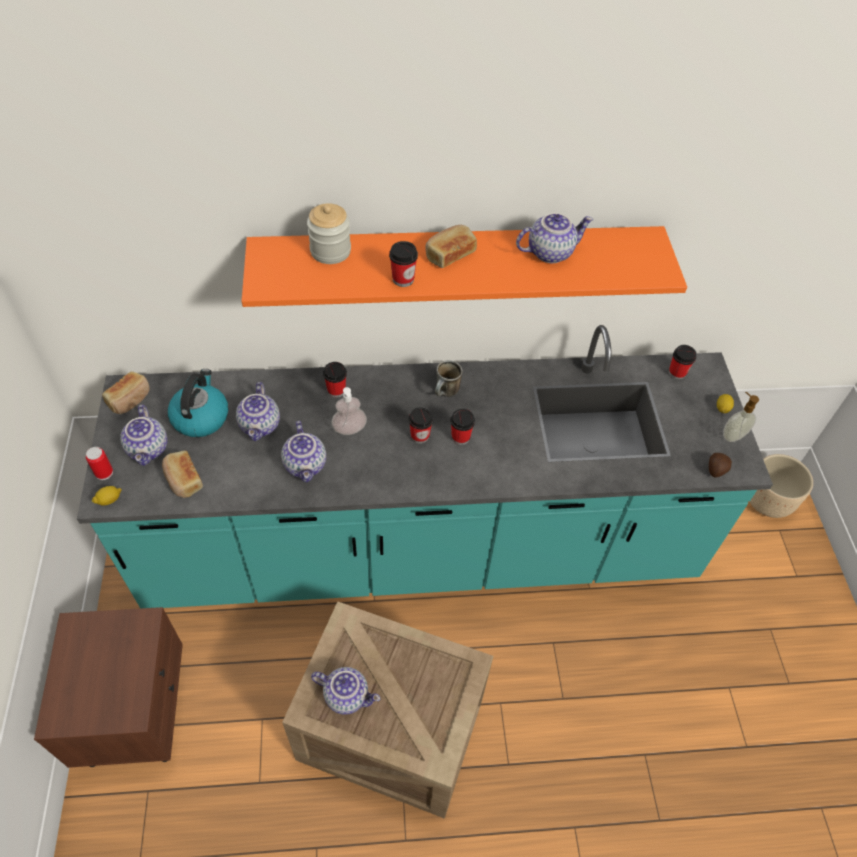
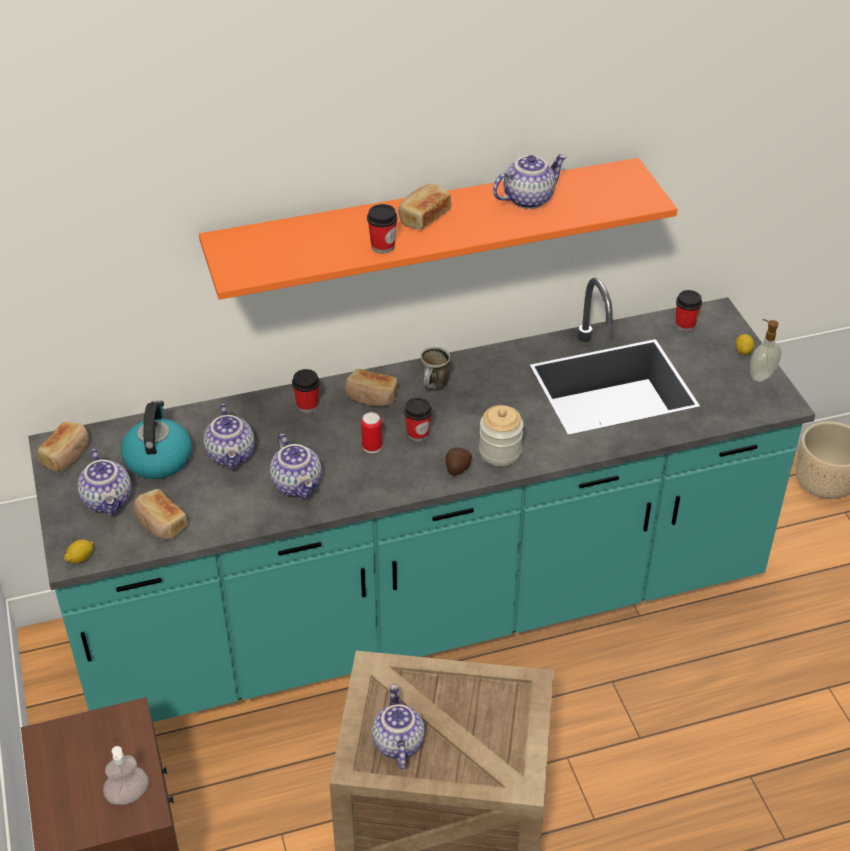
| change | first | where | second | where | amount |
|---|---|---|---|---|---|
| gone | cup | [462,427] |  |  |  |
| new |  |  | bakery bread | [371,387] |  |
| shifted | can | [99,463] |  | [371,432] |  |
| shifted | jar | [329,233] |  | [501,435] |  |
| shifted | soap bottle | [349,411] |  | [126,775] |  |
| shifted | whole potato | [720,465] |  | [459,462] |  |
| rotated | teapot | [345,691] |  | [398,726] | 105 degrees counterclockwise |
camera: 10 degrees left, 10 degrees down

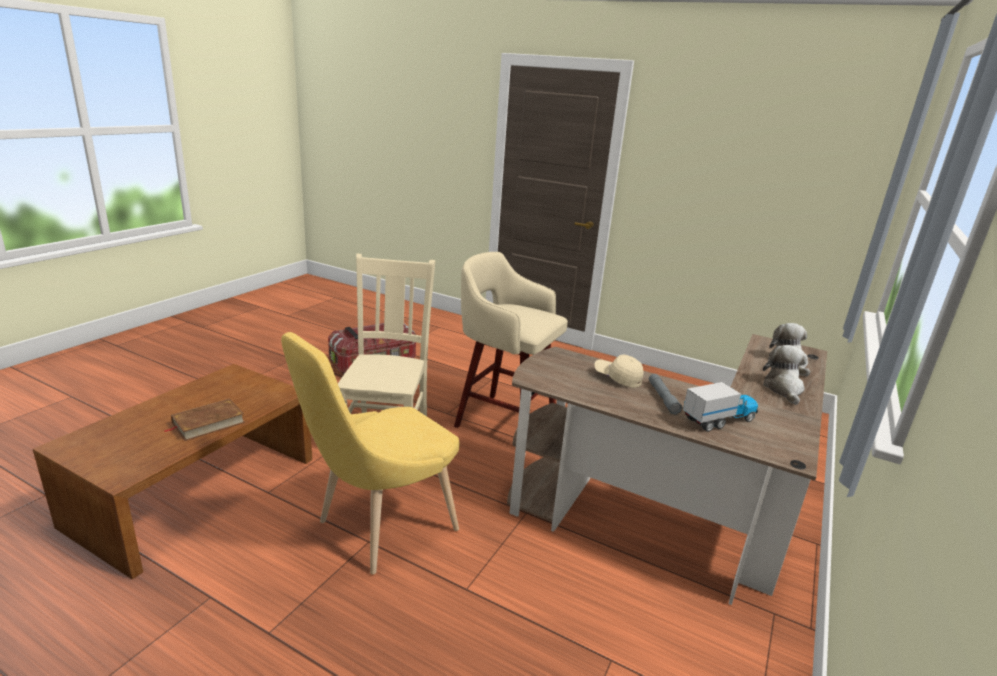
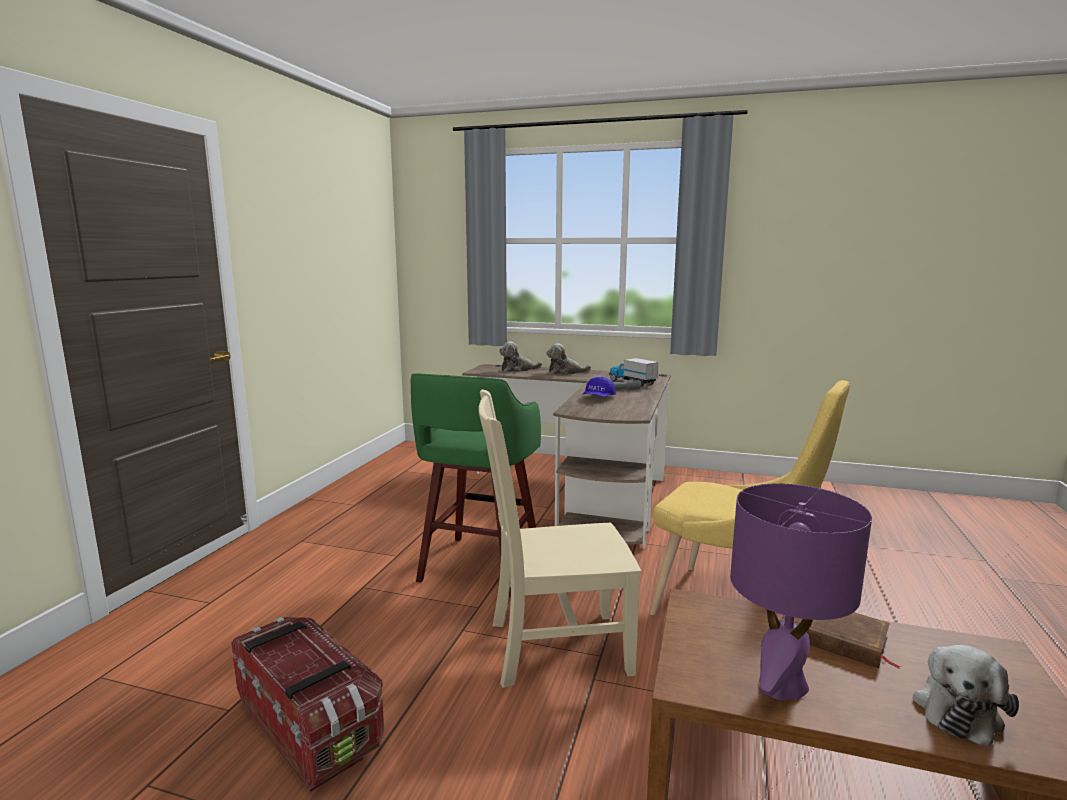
| change | first | where | second | where | amount |
|---|---|---|---|---|---|
| new |  |  | table lamp/purple | [801,591] |  |
| new |  |  | plush toy | [966,696] |  |
| repainted | stool seat/sand-coloured | [511,340] | stool seat/greenish | [475,485] |  |
| repainted | cap/sand-coloured | [619,371] | cap/blue | [599,387] |  |
camera: 100 degrees left, 10 degrees down

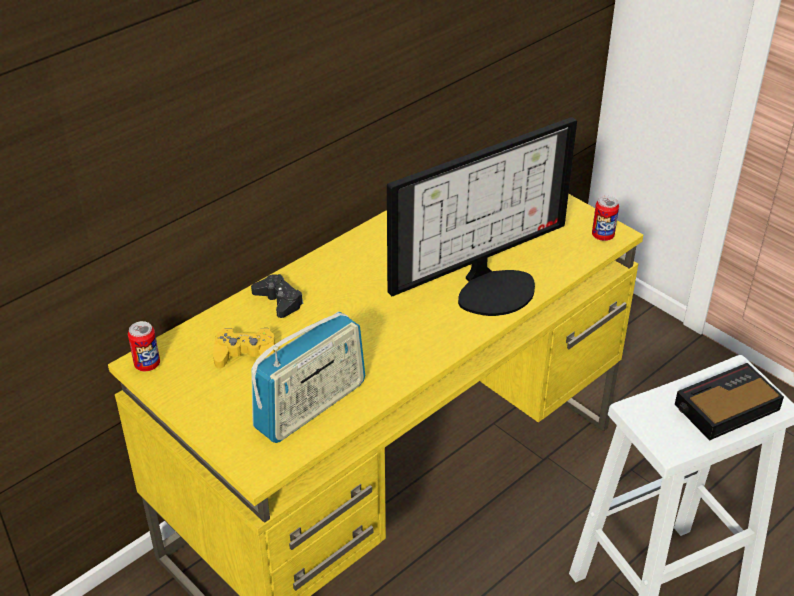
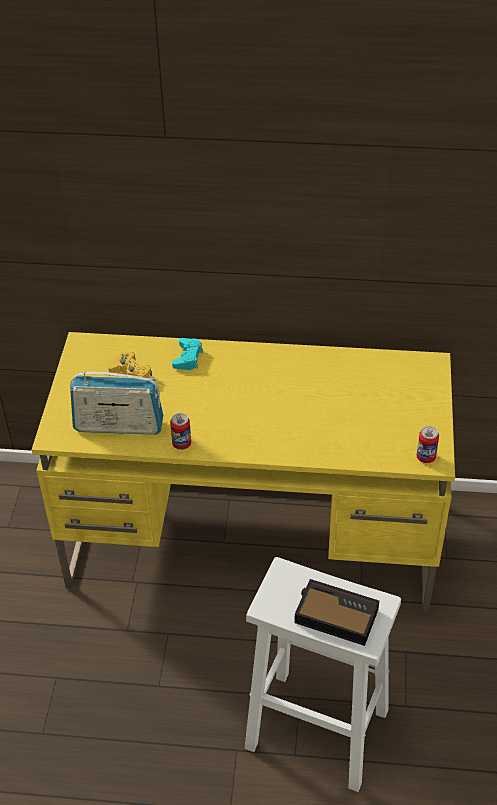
| change | first | where | second | where | amount |
|---|---|---|---|---|---|
| gone | computer display | [482,216] |  |  |  |
| shifted | can | [144,346] |  | [180,431] |  |
| repainted | game controller/black | [277,296] | game controller/blue-green | [187,354] |  |
camera: 50 degrees right, 5 degrees up

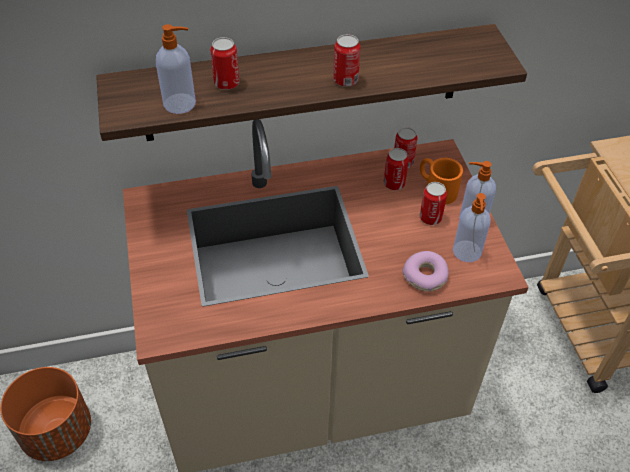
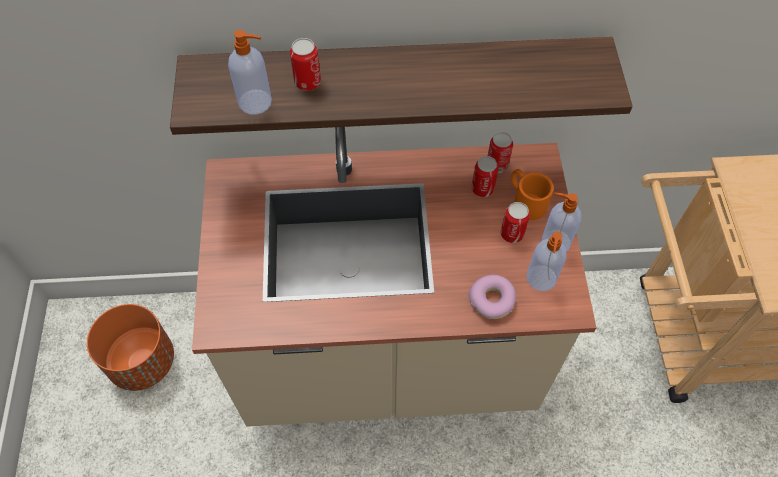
| change | first | where | second | where | amount |
|---|---|---|---|---|---|
| gone | can | [346,60] |  |  |  |
camera: 10 degrees right, 10 degrees up

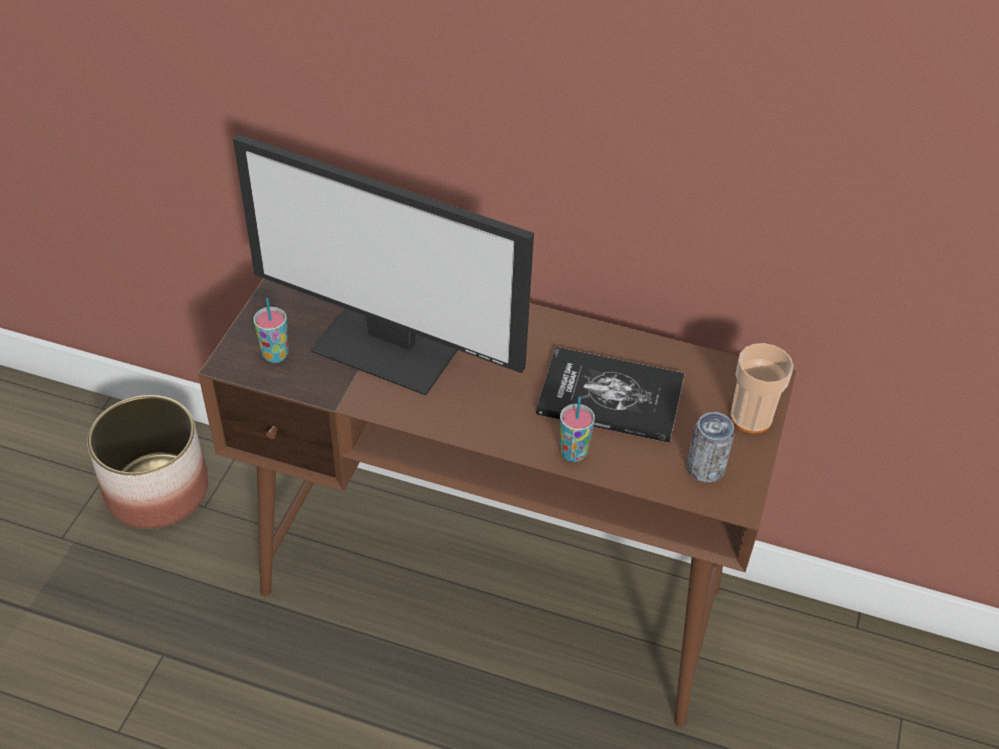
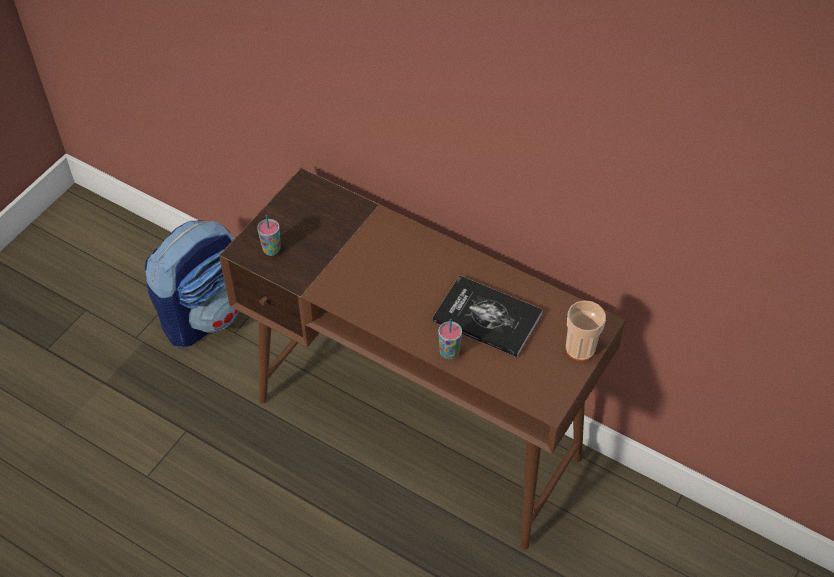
| change | first | where | second | where | amount |
|---|---|---|---|---|---|
| gone | computer display | [383,264] |  |  |  |
| gone | can | [710,447] |  |  |  |
| swapped | flower pot | [147,462] | knapsack | [192,283] |  |
camera: 15 degrees right, 5 degrees up

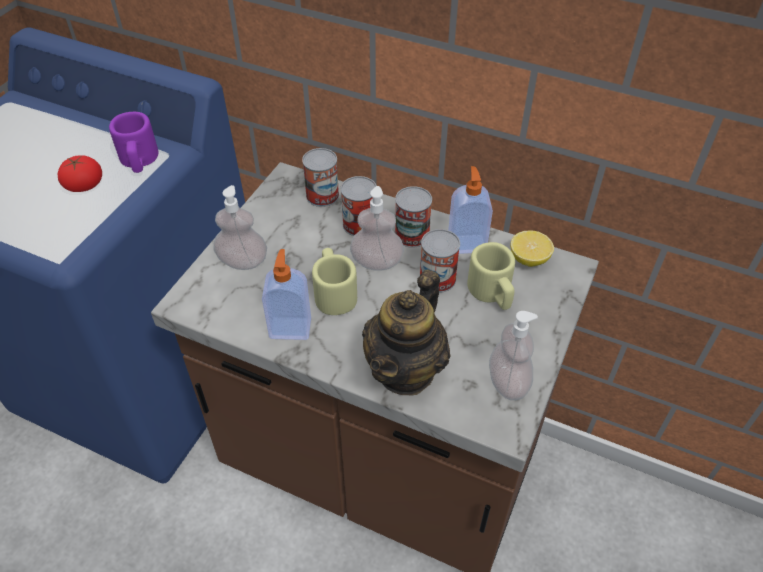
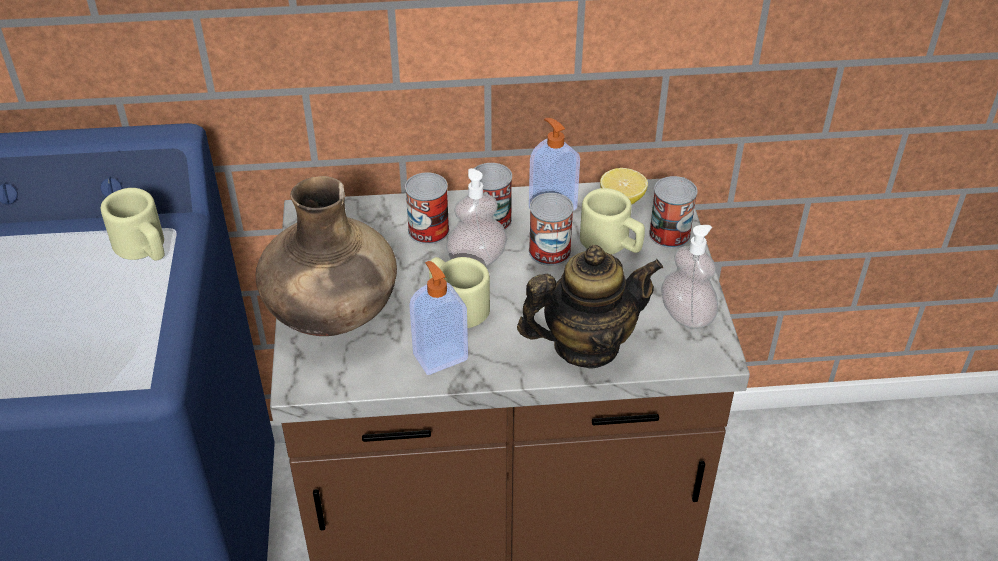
| change | first | where | second | where | amount |
|---|---|---|---|---|---|
| gone | whole tomato | [79,173] |  |  |  |
| shifted | can | [320,177] |  | [673,212] |  |
| swapped | soap bottle | [240,227] | decorative vase/brown-coloured | [326,256] |  |
| repainted | coffee mug/purple | [134,142] | coffee mug/sand-coloured | [133,224] |  |
| rotated | teapot | [406,332] |  | [590,307] | 105 degrees counterclockwise |
camera: 30 degrees left, 5 degrees down

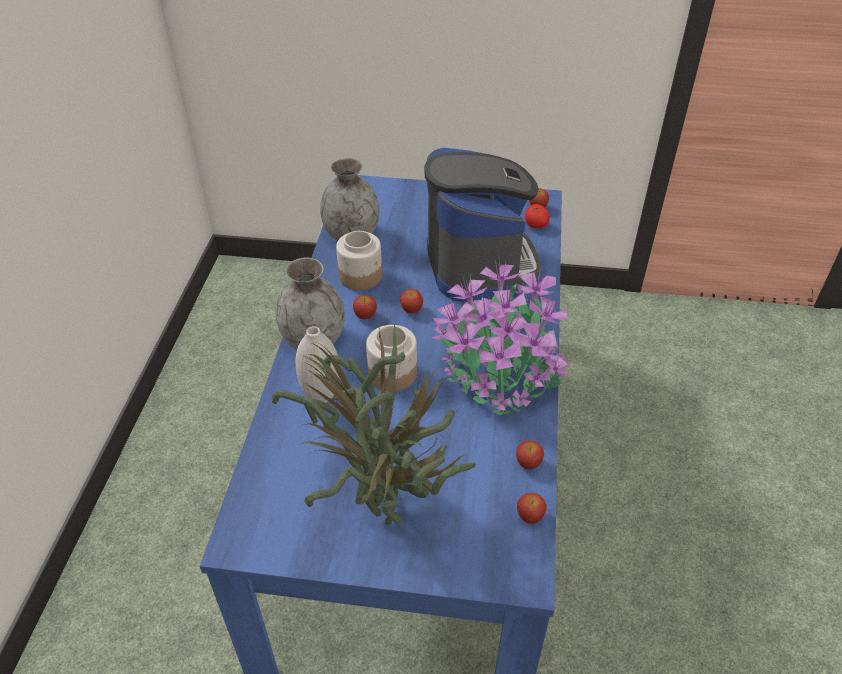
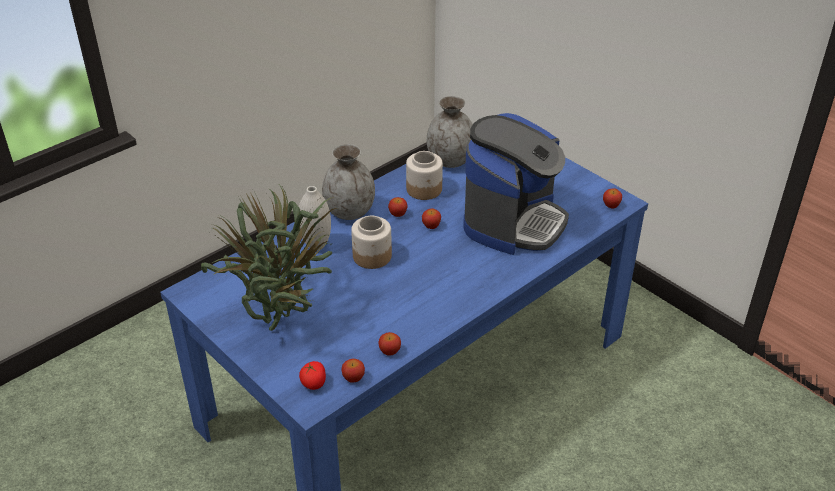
| change | first | where | second | where | amount |
|---|---|---|---|---|---|
| gone | houseplant | [500,337] |  |  |  |
| shifted | whole tomato | [537,216] |  | [312,375] |  |
camera: 40 degrees right, 5 degrees down

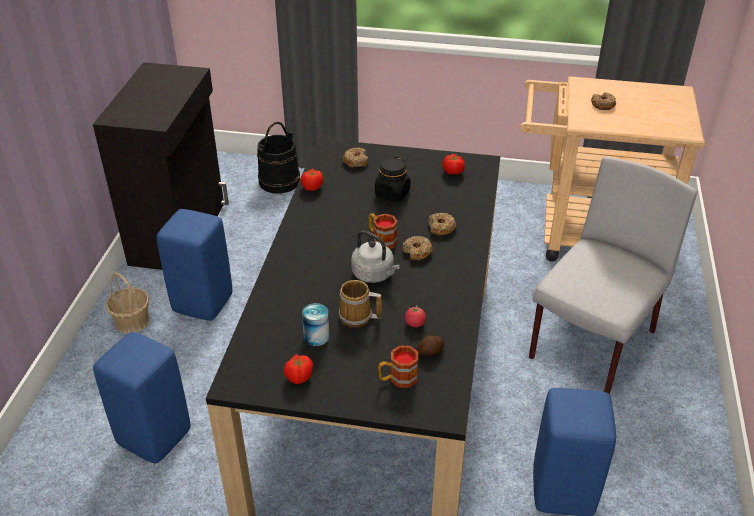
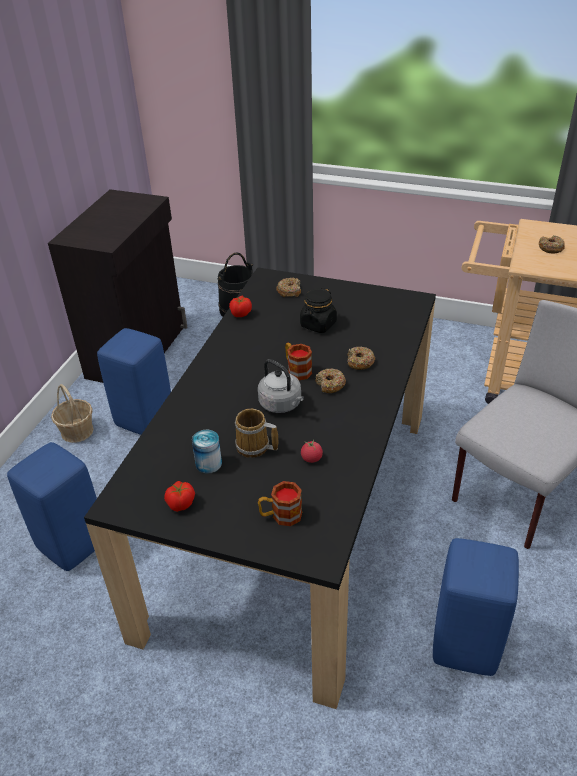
| change | first | where | second | where | amount |
|---|---|---|---|---|---|
| gone | whole potato | [430,345] |  |  |  |
| gone | whole tomato | [453,164] |  |  |  |
camera: 10 degrees right, 0 degrees up

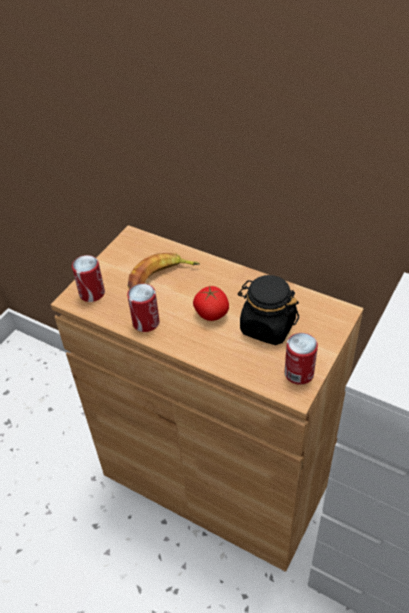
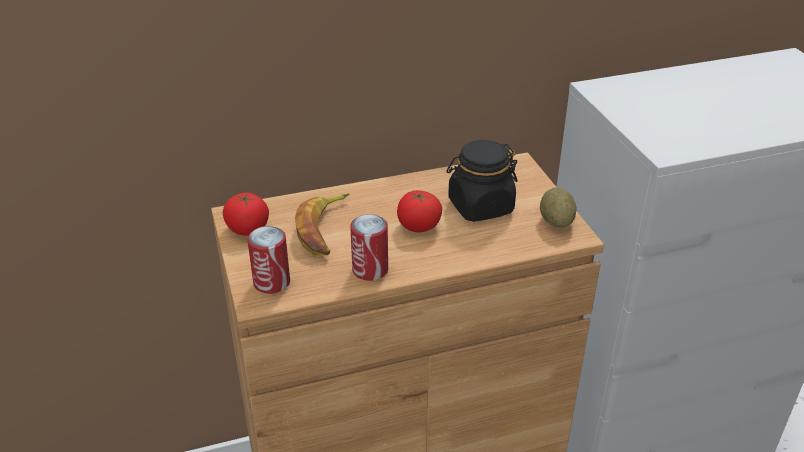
| change | first | where | second | where | amount |
|---|---|---|---|---|---|
| new |  |  | whole tomato | [246,214] |  |
| swapped | can | [301,359] | whole potato | [558,207] |  |
camera: 50 degrees left, 10 degrees down

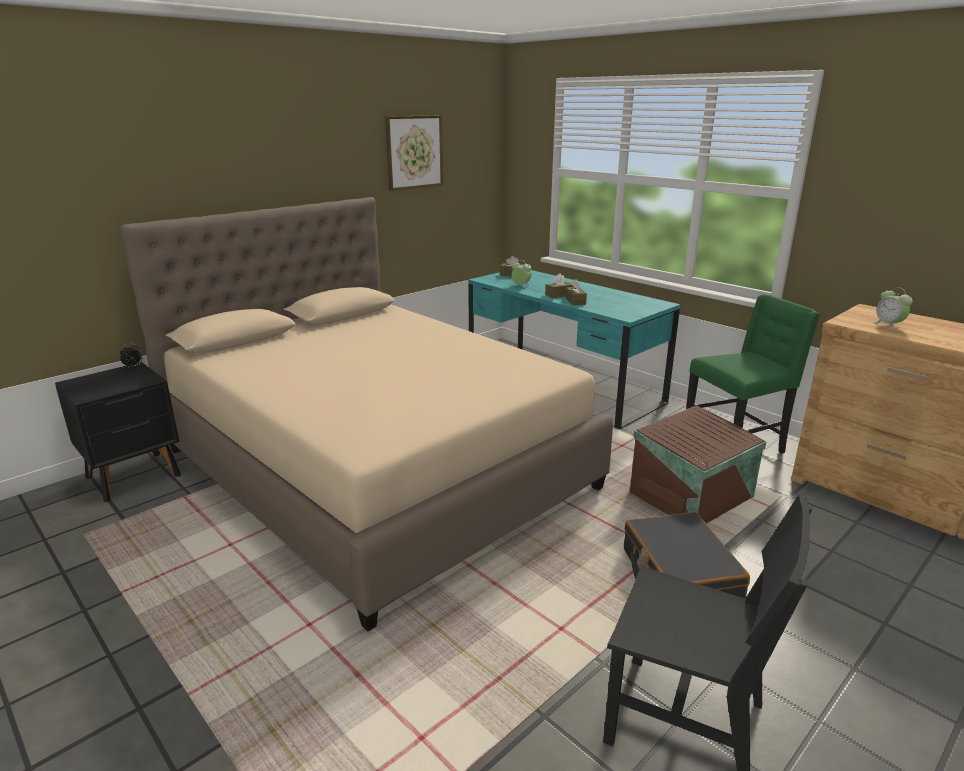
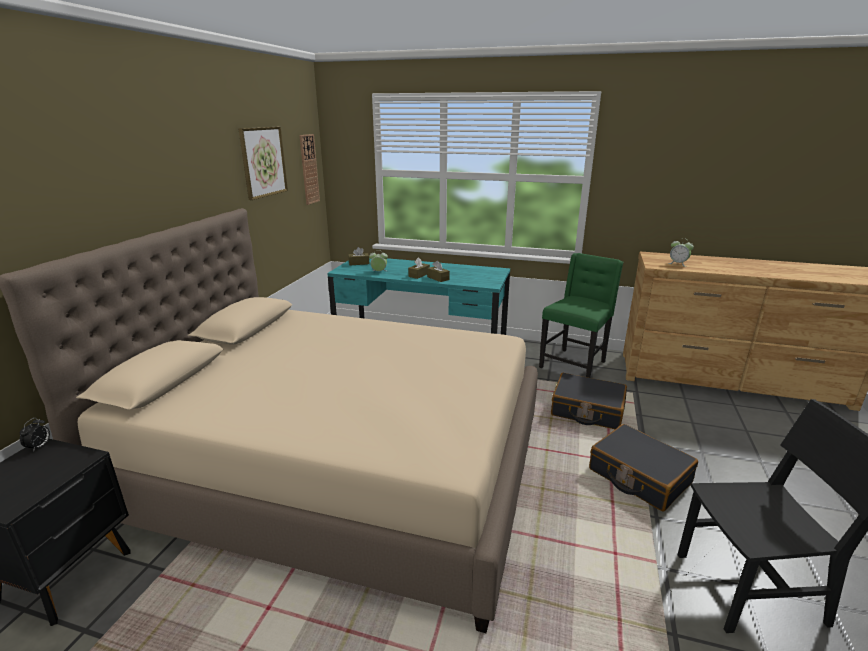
| change | first | where | second | where | amount |
|---|---|---|---|---|---|
| new |  |  | wall clock | [309,169] |  |
| swapped | storage bin/brown-coloured | [698,464] | suitcase/black | [589,401] |  |
camera: 30 degrees left, 0 degrees up

